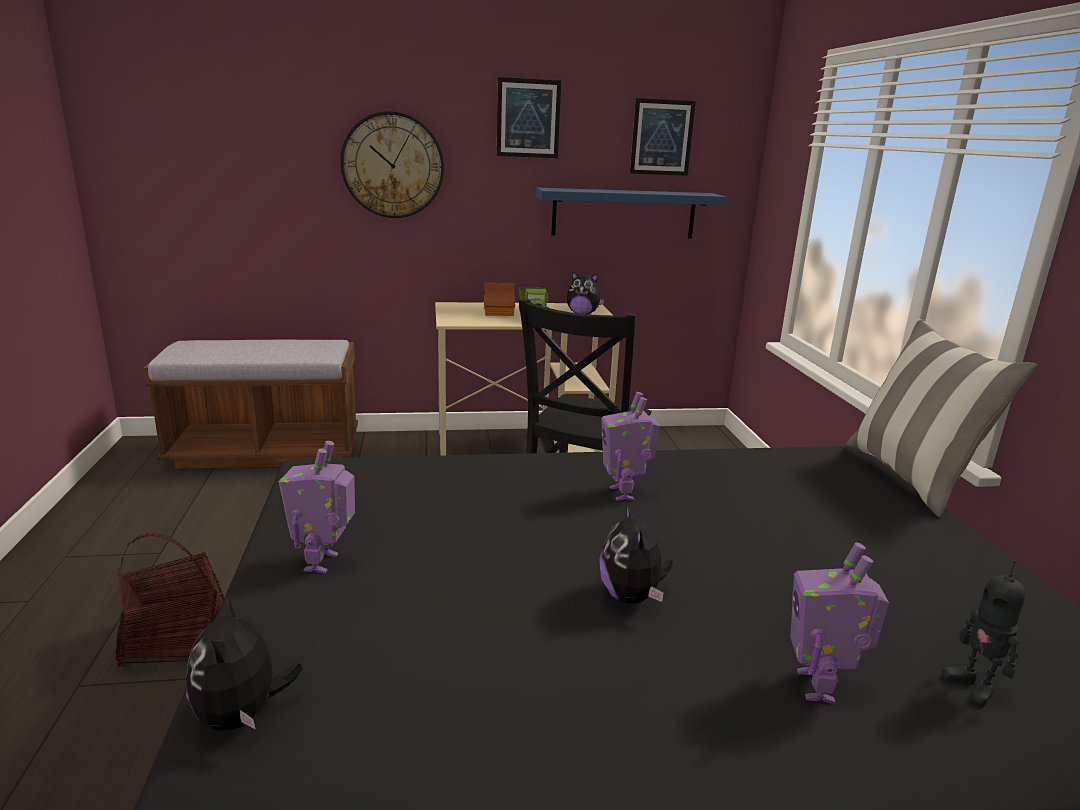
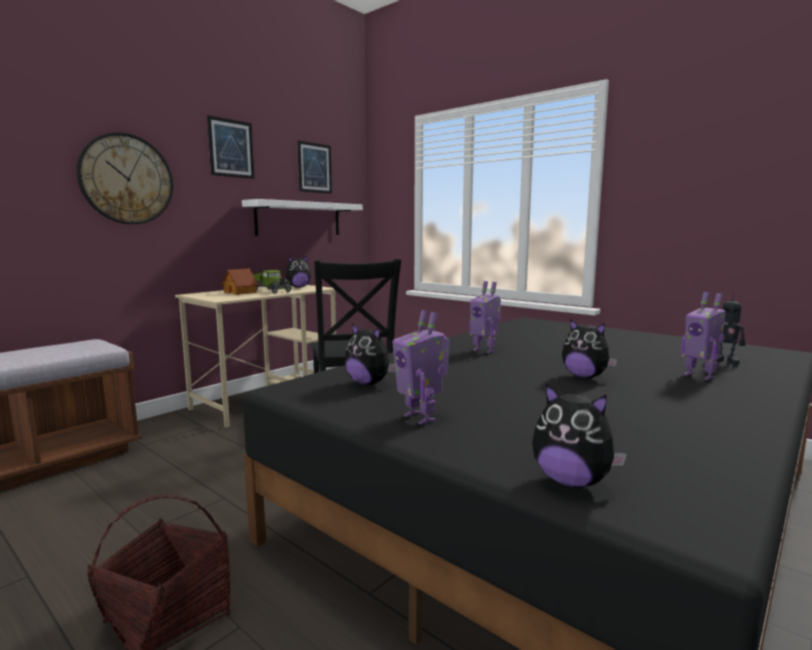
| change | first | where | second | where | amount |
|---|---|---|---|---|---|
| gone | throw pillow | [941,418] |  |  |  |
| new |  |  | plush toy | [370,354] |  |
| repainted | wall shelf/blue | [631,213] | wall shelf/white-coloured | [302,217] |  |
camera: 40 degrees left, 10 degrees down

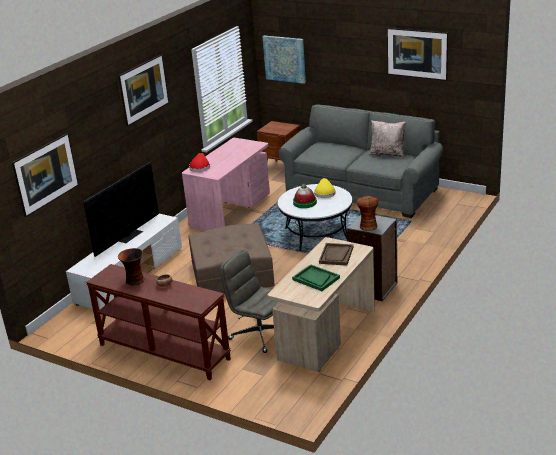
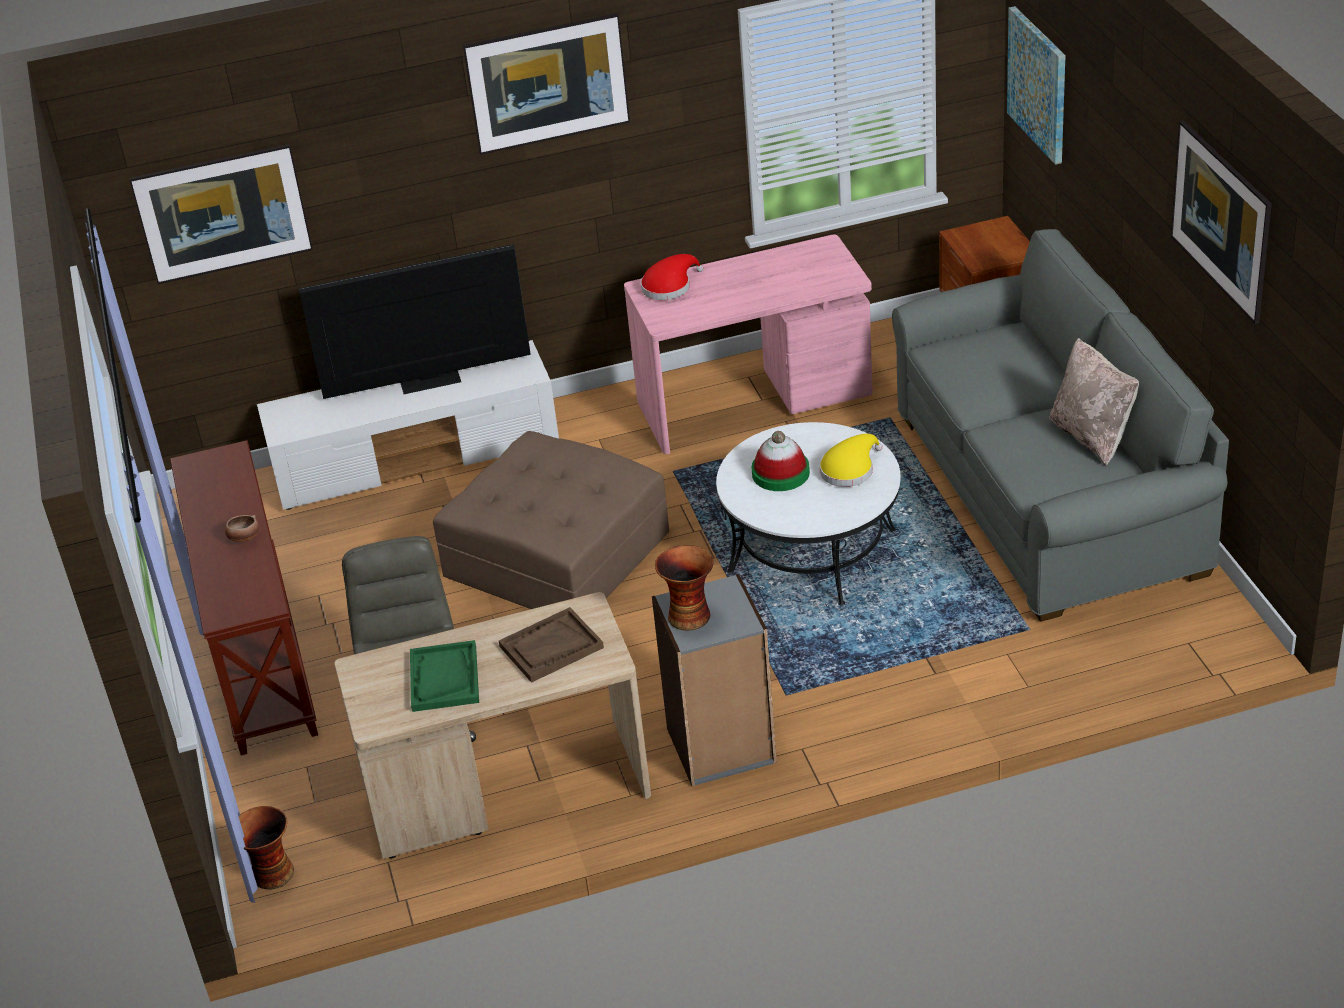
| change | first | where | second | where | amount |
|---|---|---|---|---|---|
| shifted | decorative vase | [131,266] |  | [266,848] |  |
camera: 45 degrees right, 10 degrees up

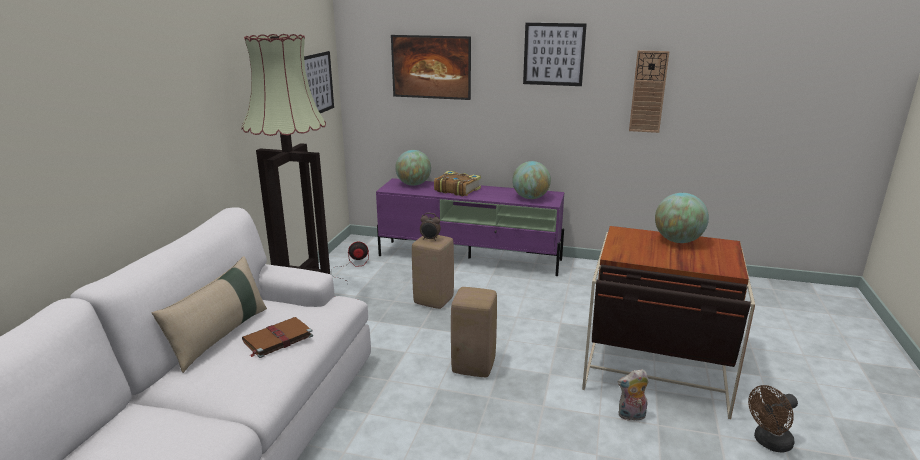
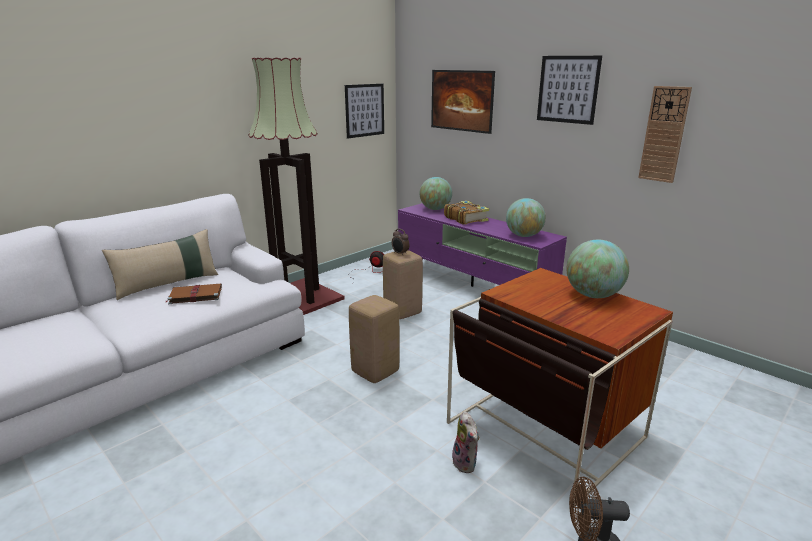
| change | first | where | second | where | amount |
|---|---|---|---|---|---|
| rotated | plush toy | [633,395] |  | [466,442] | 135 degrees counterclockwise |
camera: 30 degrees right, 0 degrees up

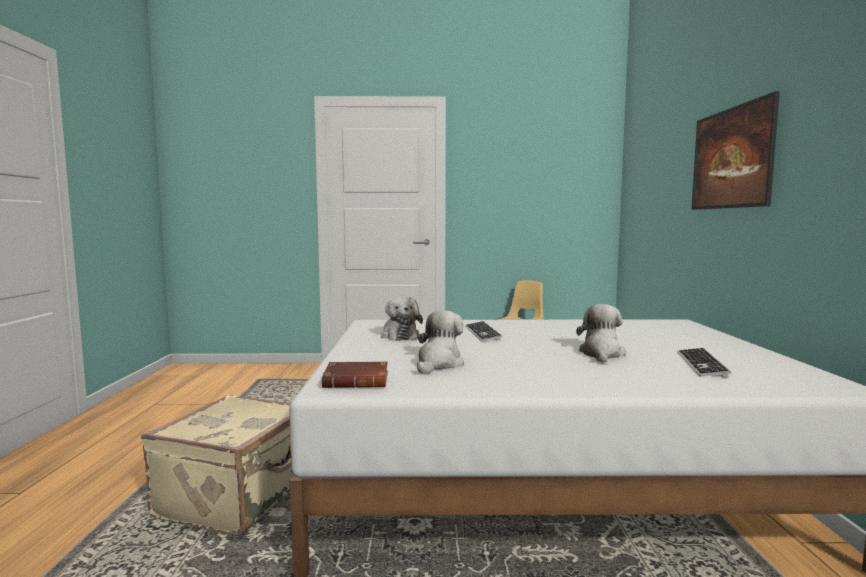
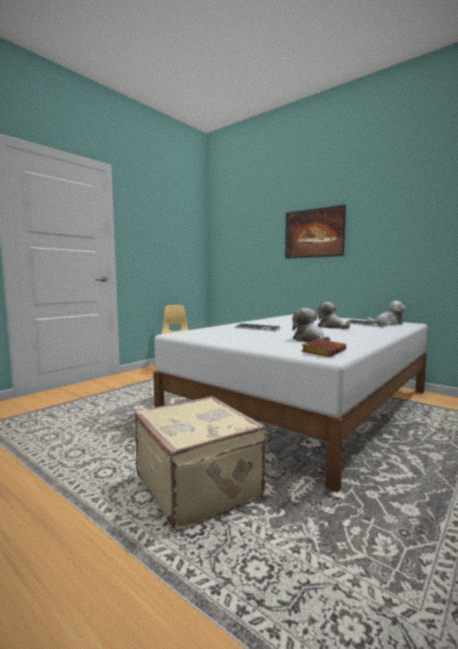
| change | first | where | second | where | amount |
|---|---|---|---|---|---|
| shifted | plush toy | [402,318] |  | [386,313] |  |
camera: 50 degrees left, 0 degrees up

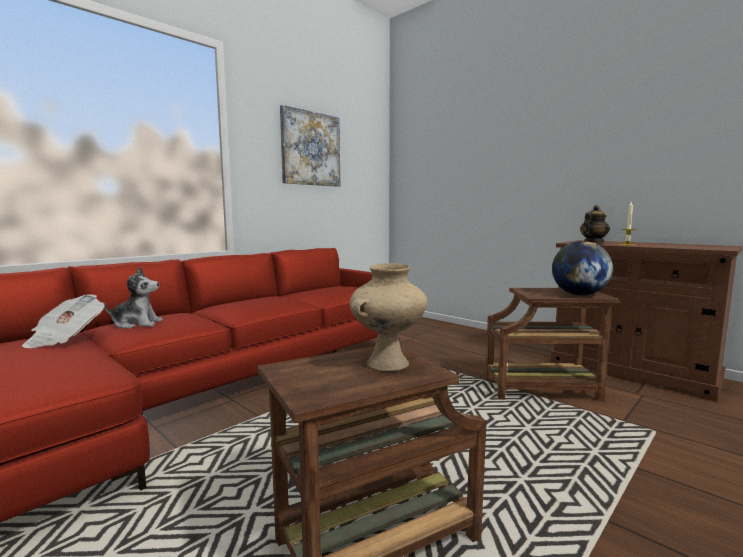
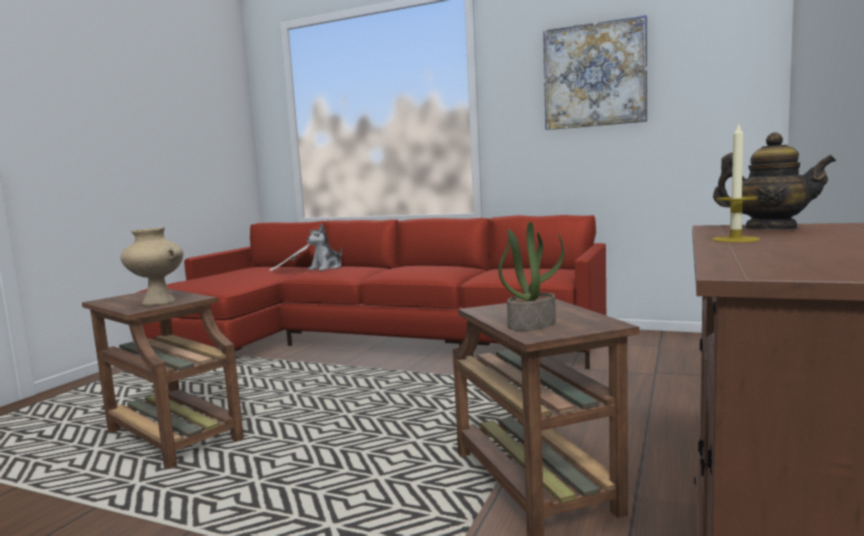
| change | first | where | second | where | amount |
|---|---|---|---|---|---|
| swapped | globe | [582,268] | houseplant | [531,276] |  |
| rotated | plush toy | [133,298] |  | [324,247] | 60 degrees clockwise |
camera: 70 degrees right, 0 degrees up

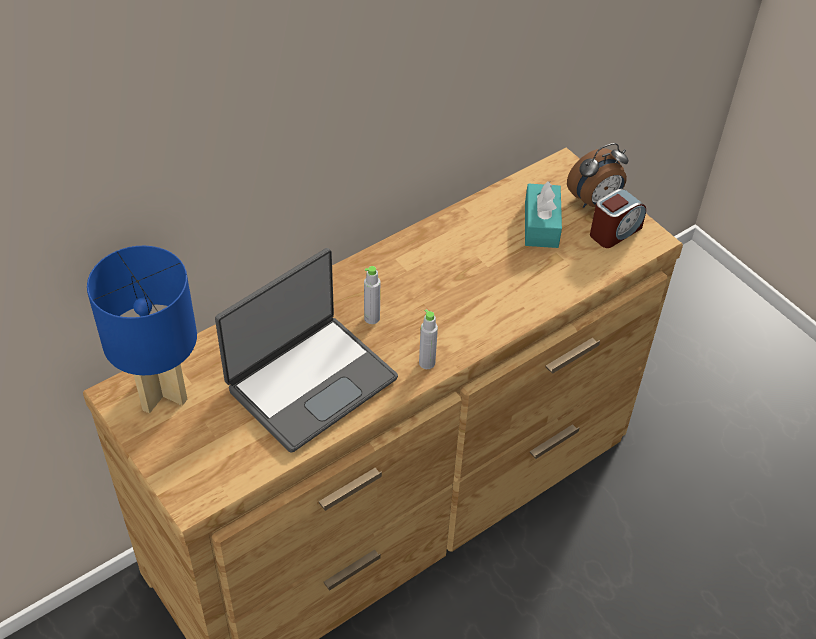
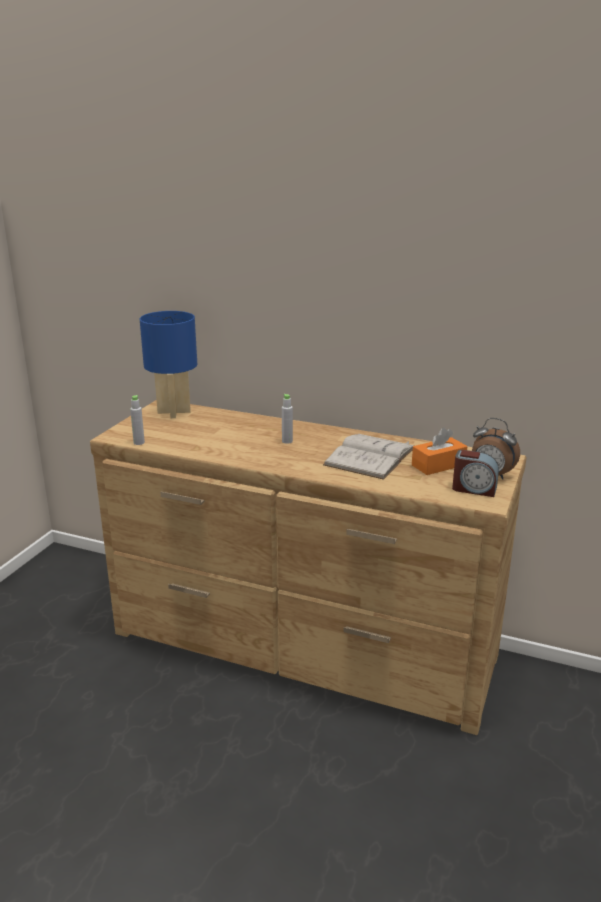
| change | first | where | second | where | amount |
|---|---|---|---|---|---|
| gone | portable computer | [306,350] |  |  |  |
| new |  |  | volume/white-coloured | [368,457] |  |
| shifted | drink bottle/greyish | [428,339] |  | [137,420] |  |
| repainted | tissue holder/blue-green | [543,214] | tissue holder/orange | [440,451] |  |
camera: 60 degrees right, 25 degrees down

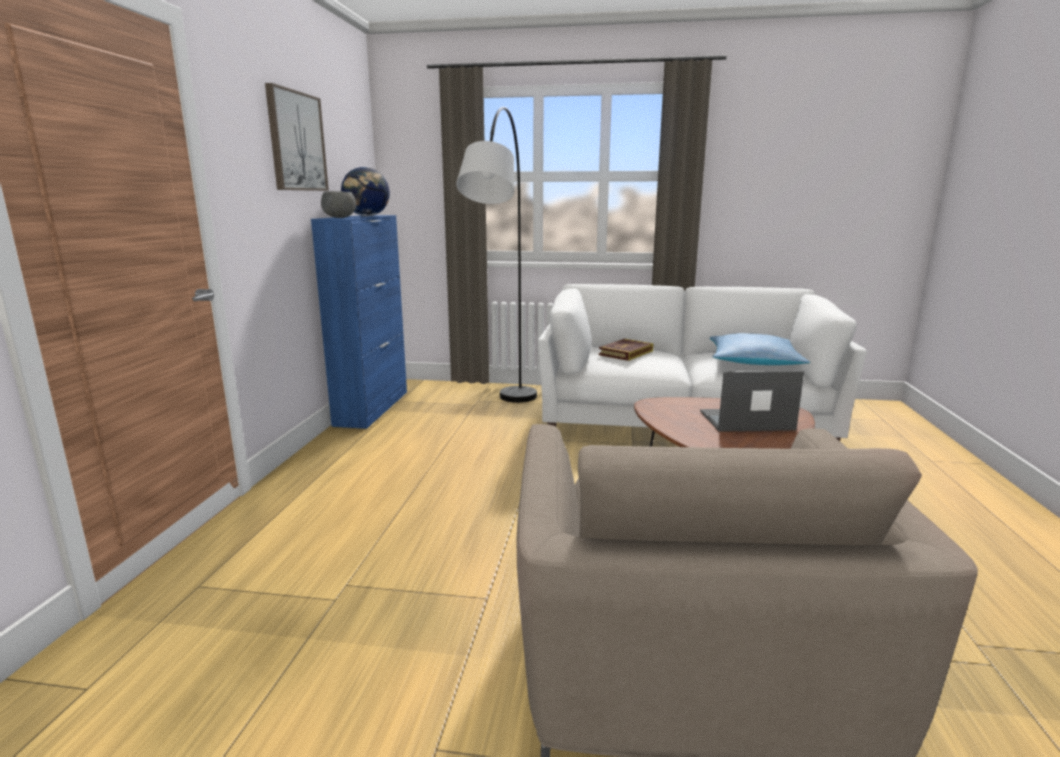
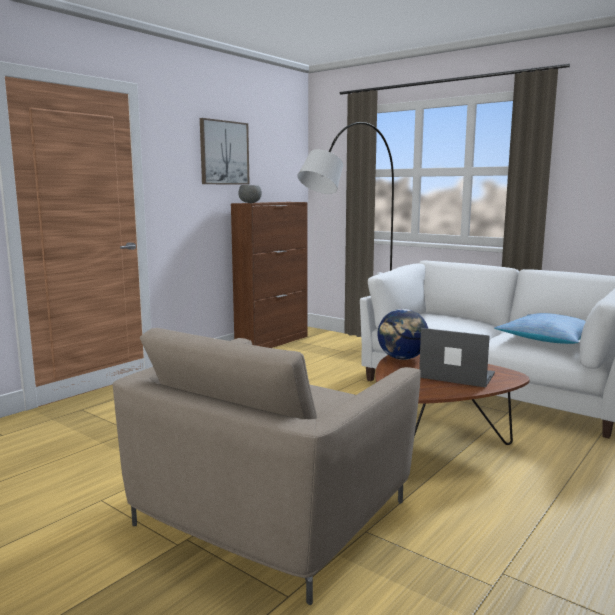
| change | first | where | second | where | amount |
|---|---|---|---|---|---|
| gone | volume | [626,350] |  |  |  |
| shifted | globe | [365,191] |  | [402,334] |  |
| repainted | cabinet/blue | [359,322] | cabinet/brown-coloured | [269,275] |  |
camera: 30 degrees right, 5 degrees down

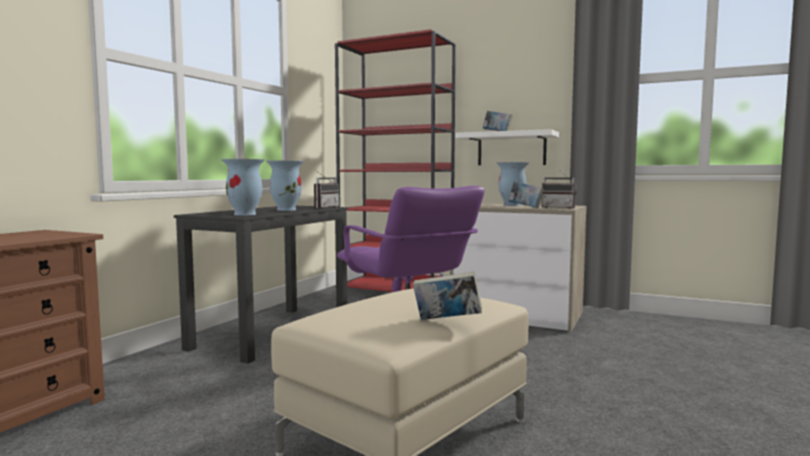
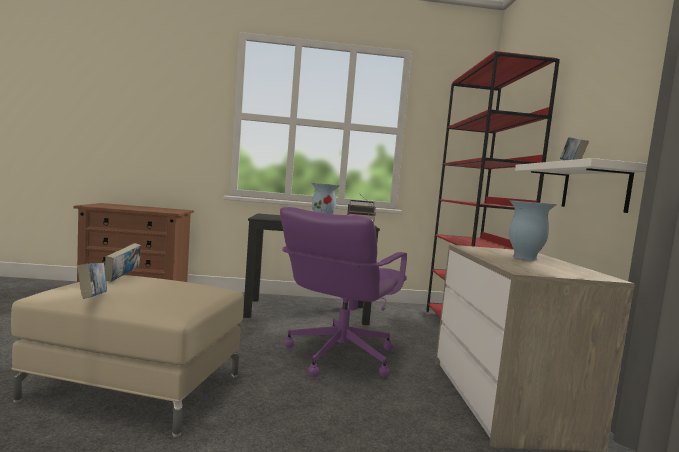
| change | first | where | second | where | amount |
|---|---|---|---|---|---|
| gone | decorative vase | [243,187] |  |  |  |
| gone | radio | [559,190] |  |  |  |
| shifted | volume | [526,194] |  | [123,262] |  |
camera: 60 degrees right, 0 degrees up

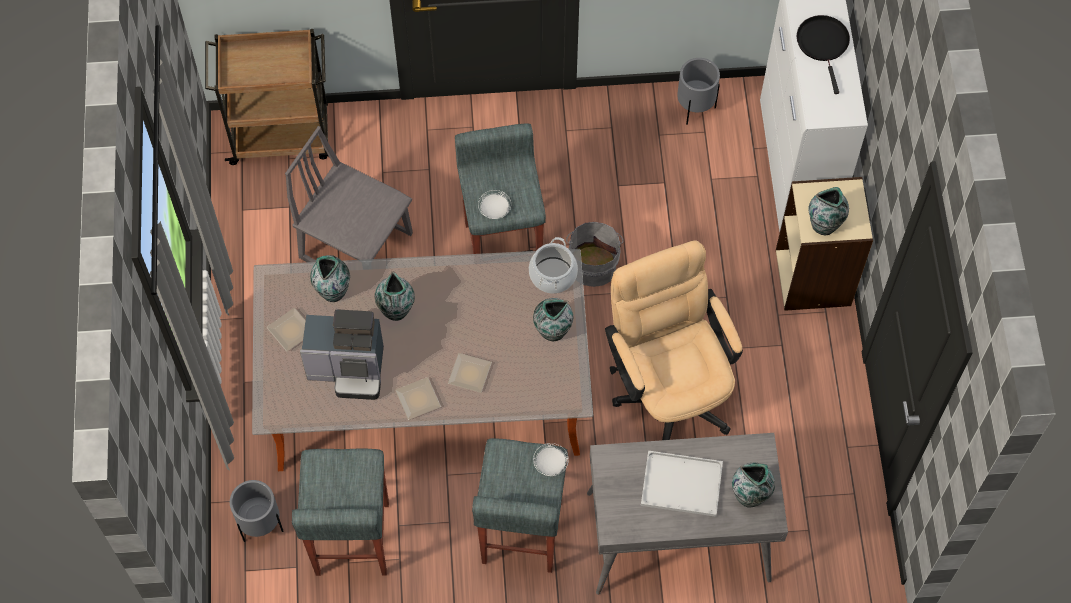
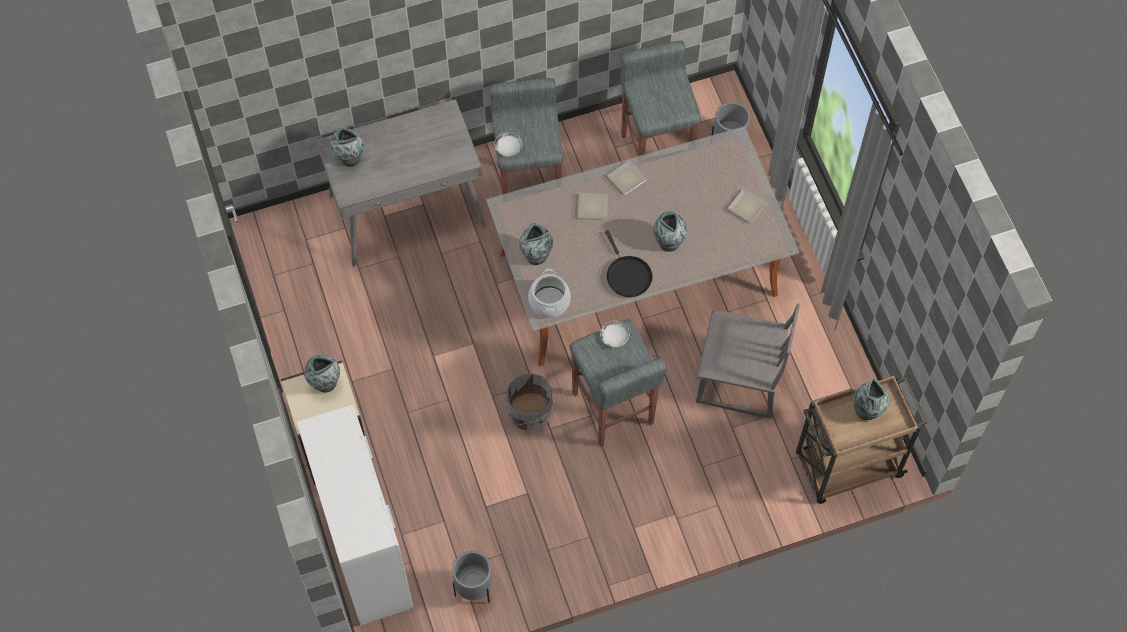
| change | first | where | second | where | amount |
|---|---|---|---|---|---|
| gone | coffee maker | [342,354] |  |  |  |
| gone | desk chair/sand-coloured | [674,340] |  |  |  |
| gone | serving tray/white-coloured | [682,484] |  |  |  |
| shifted | decorative vase | [330,278] |  | [871,399] |  |
| shifted | frying pan/black | [823,54] |  | [628,263] |  |
camera: 165 degrees right, 0 degrees up

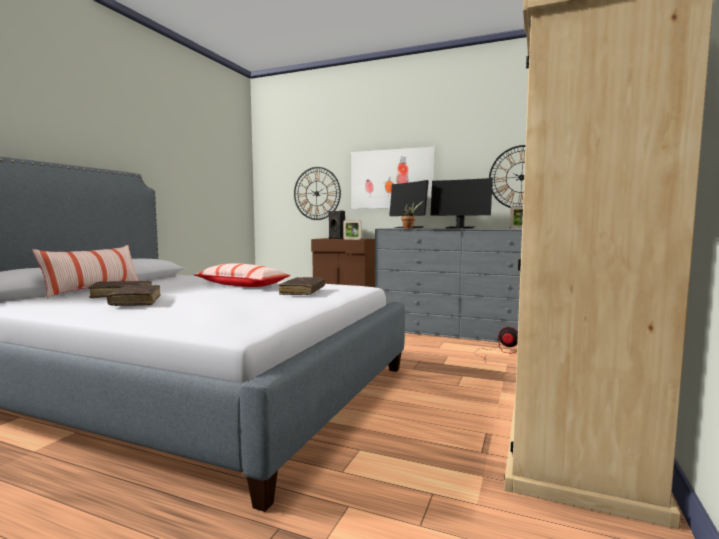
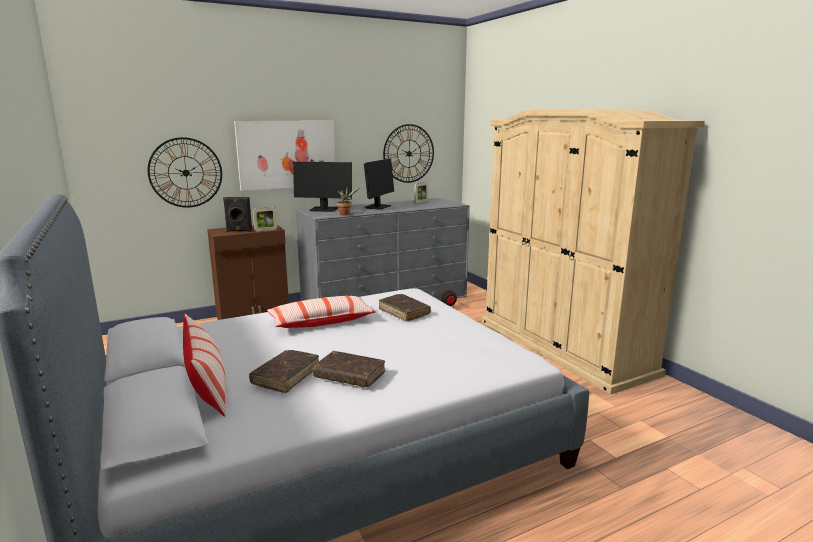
| change | first | where | second | where | amount |
|---|---|---|---|---|---|
| rotated | computer display | [462,203] |  | [379,184] | 45 degrees counterclockwise |
camera: 50 degrees left, 10 degrees up

